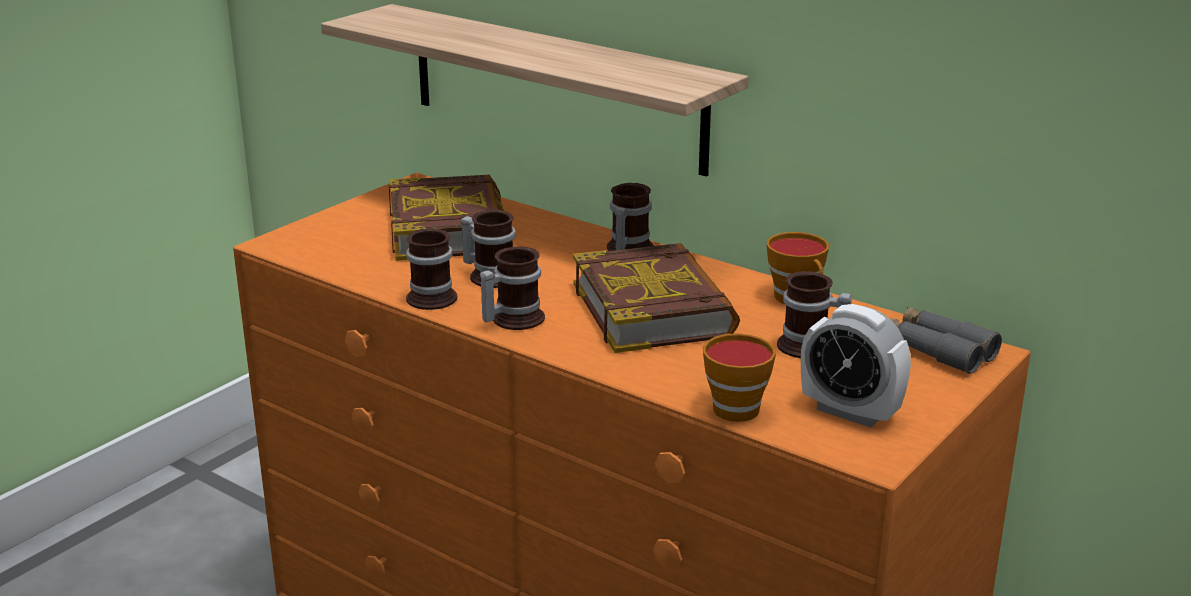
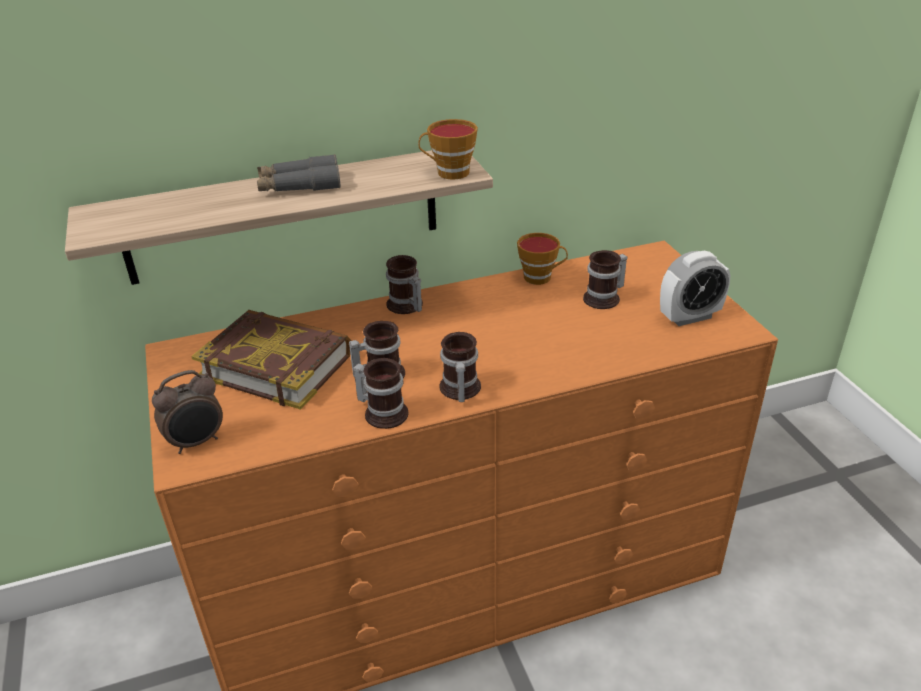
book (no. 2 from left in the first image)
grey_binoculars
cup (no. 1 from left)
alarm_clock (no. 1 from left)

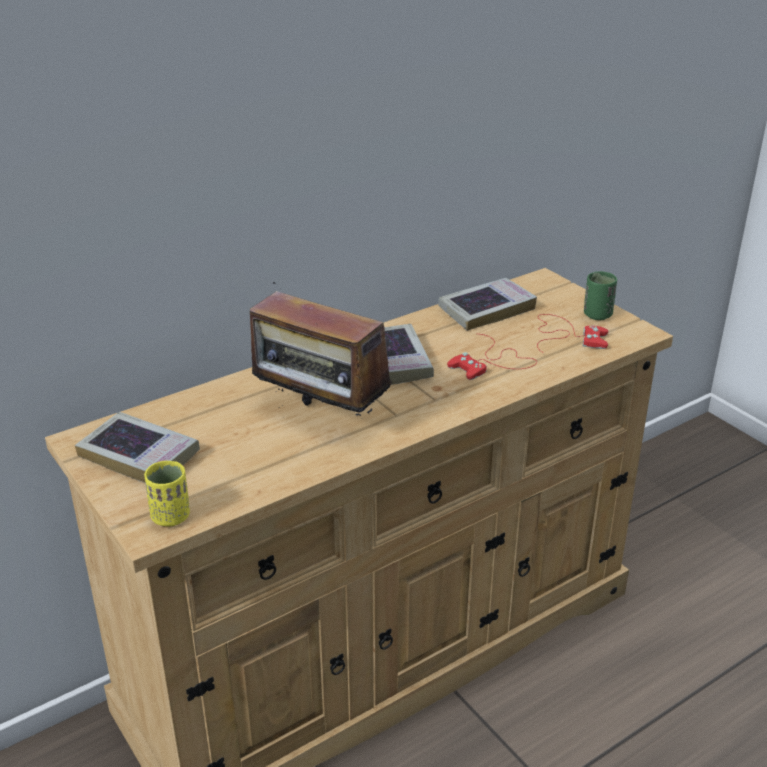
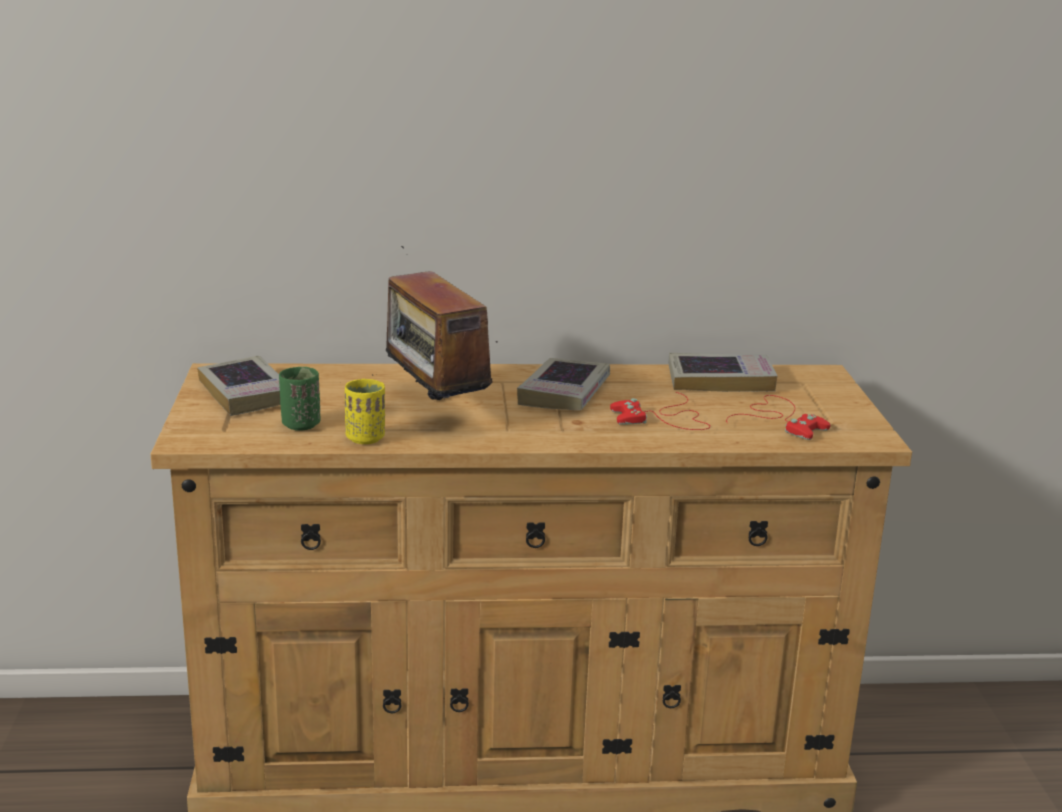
green_cup
yellow_cup

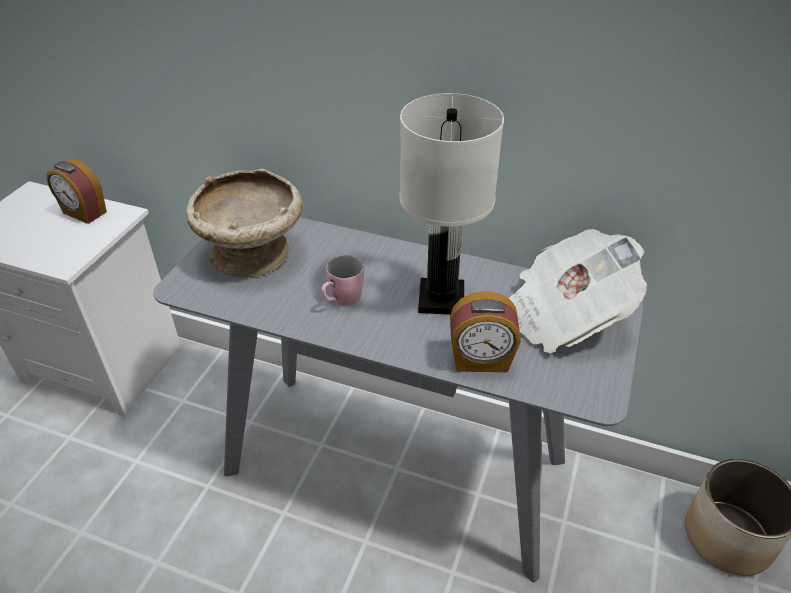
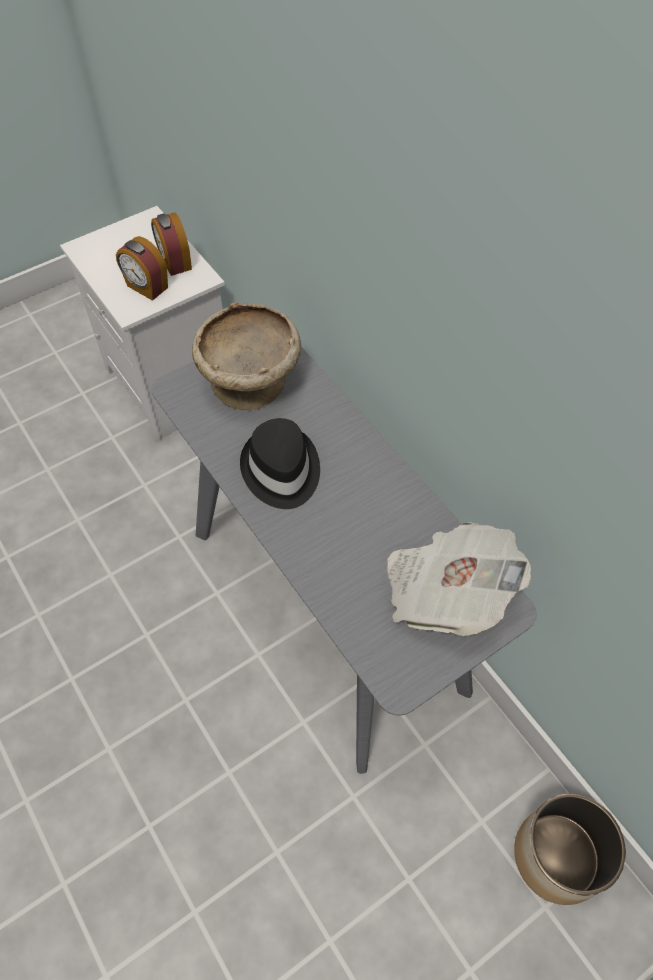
white_table_lamp
black_hat
alarm_clock (no. 1 from left)

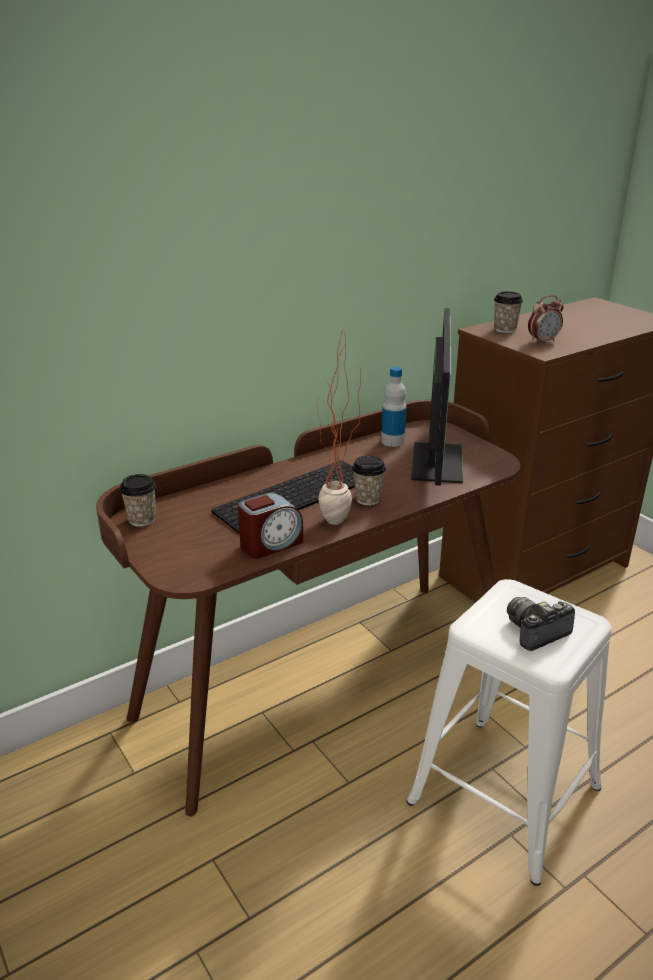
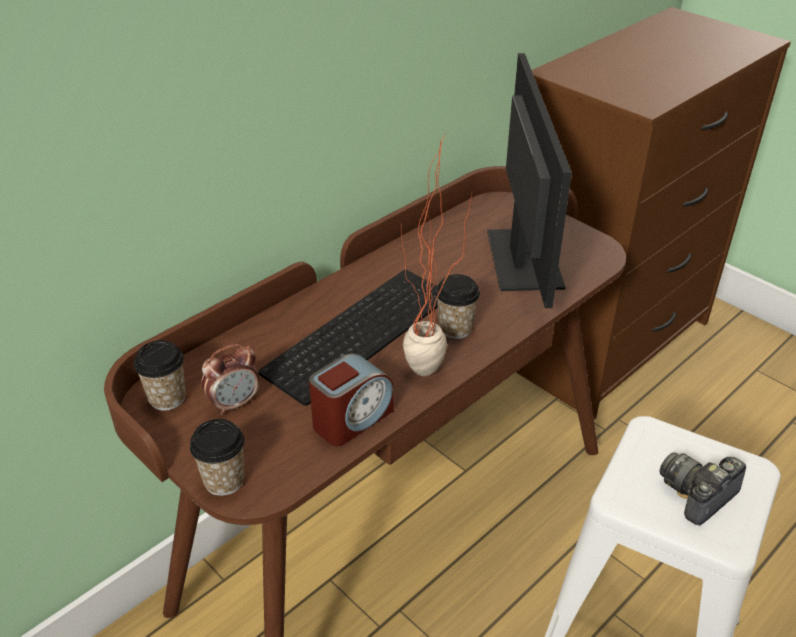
cup (no. 2 from left)
alarm_clock (no. 1 from left)
bottle

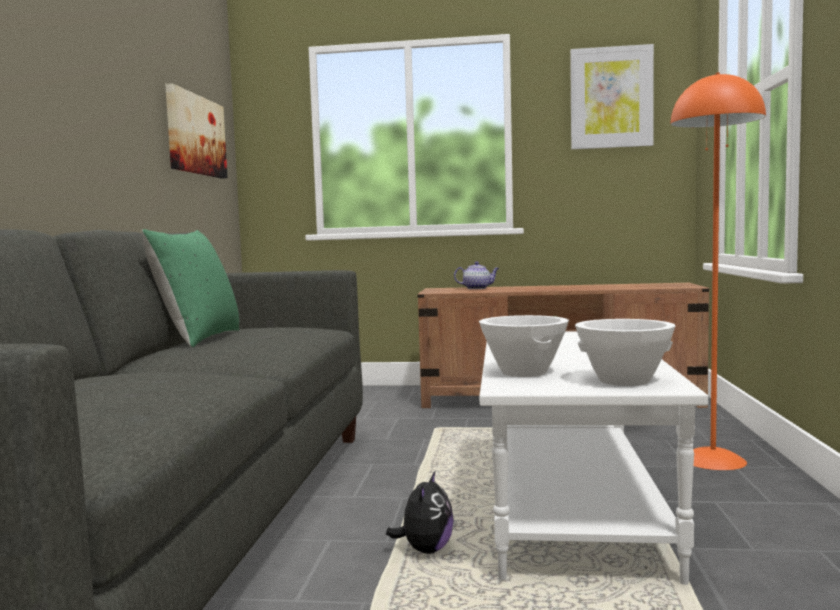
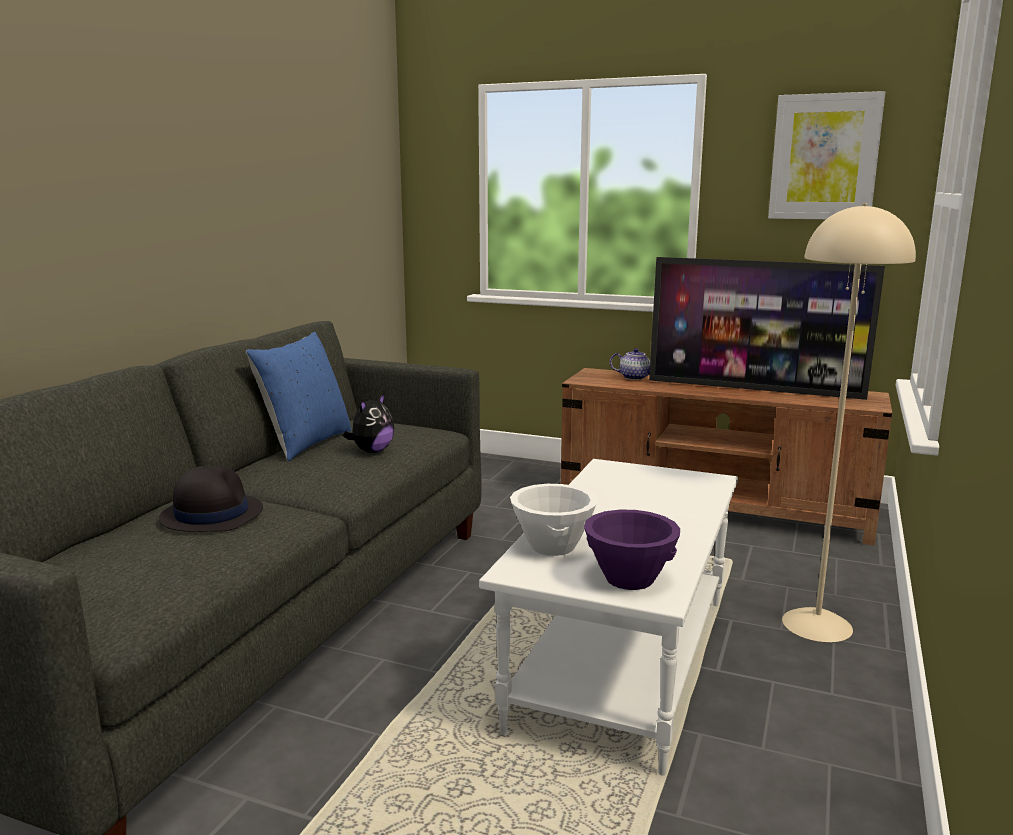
beige_floor_lamp
picture (no. 1 from left in the first image)
blue_pillow
purple_bowl
plush_toy
television
black_hat

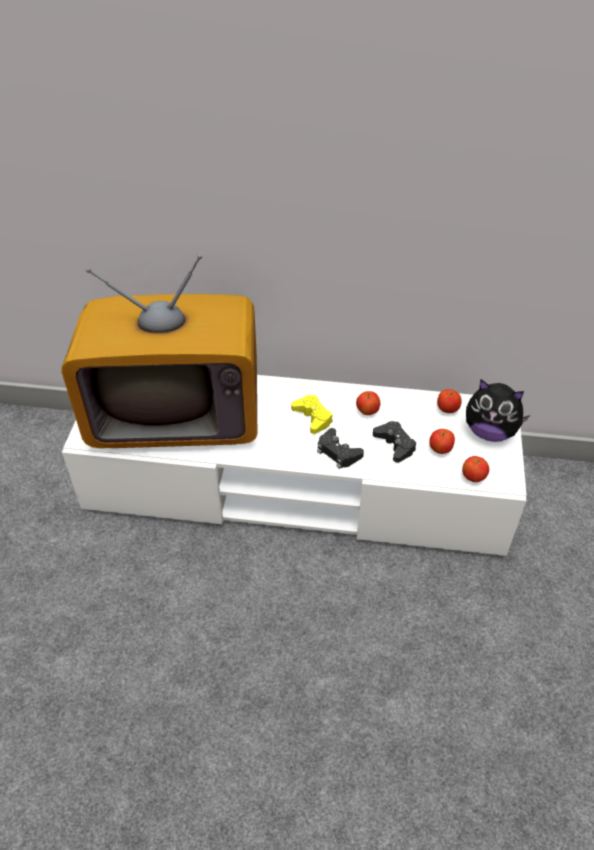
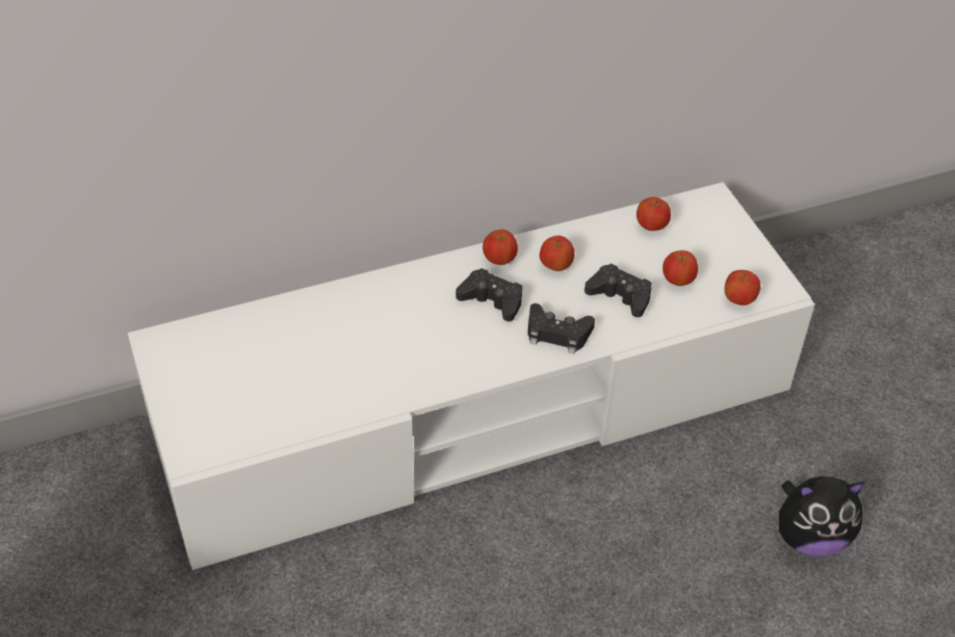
television
plush_toy
black_game_controller (no. 1 from left)
apple (no. 1 from left)

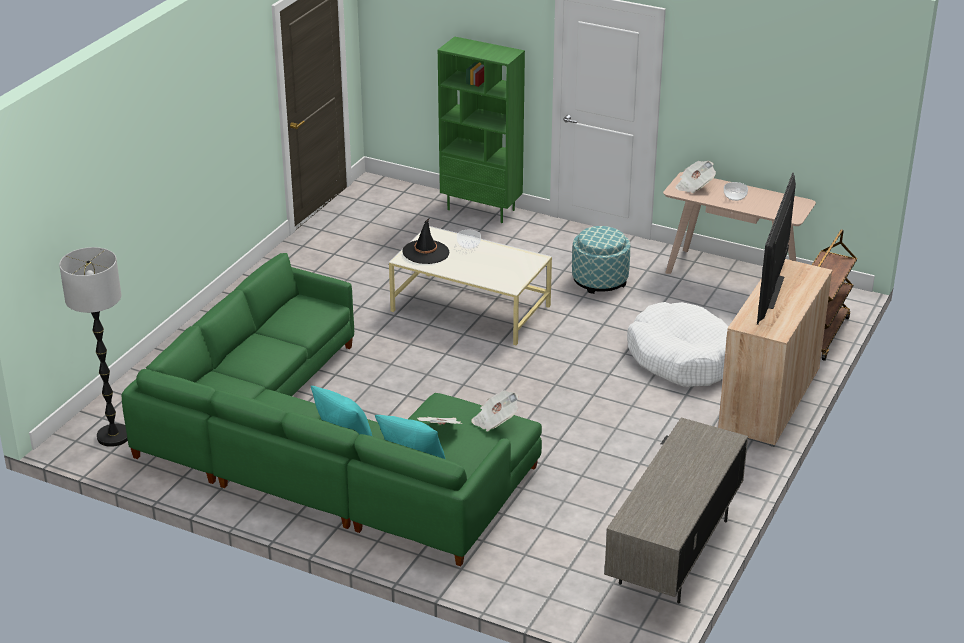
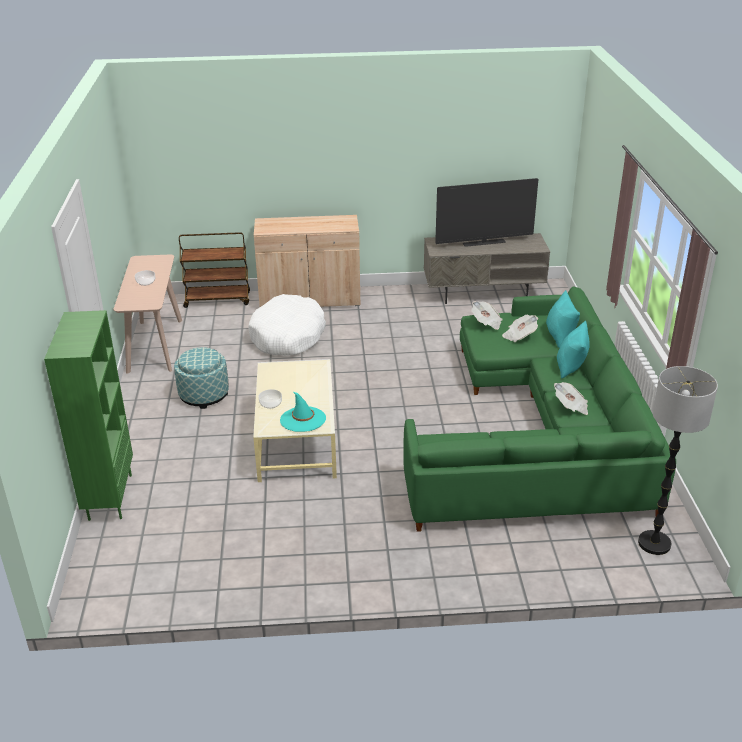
newspaper (no. 3 from left)
television
turquoise_hat

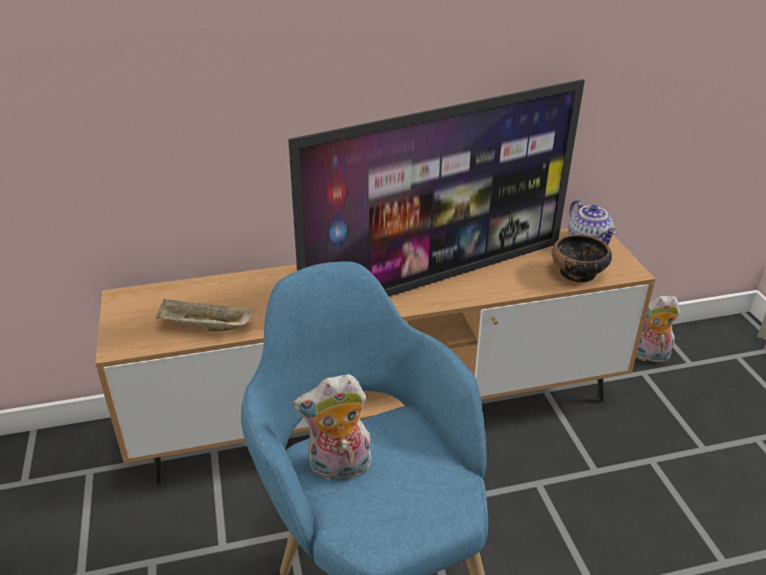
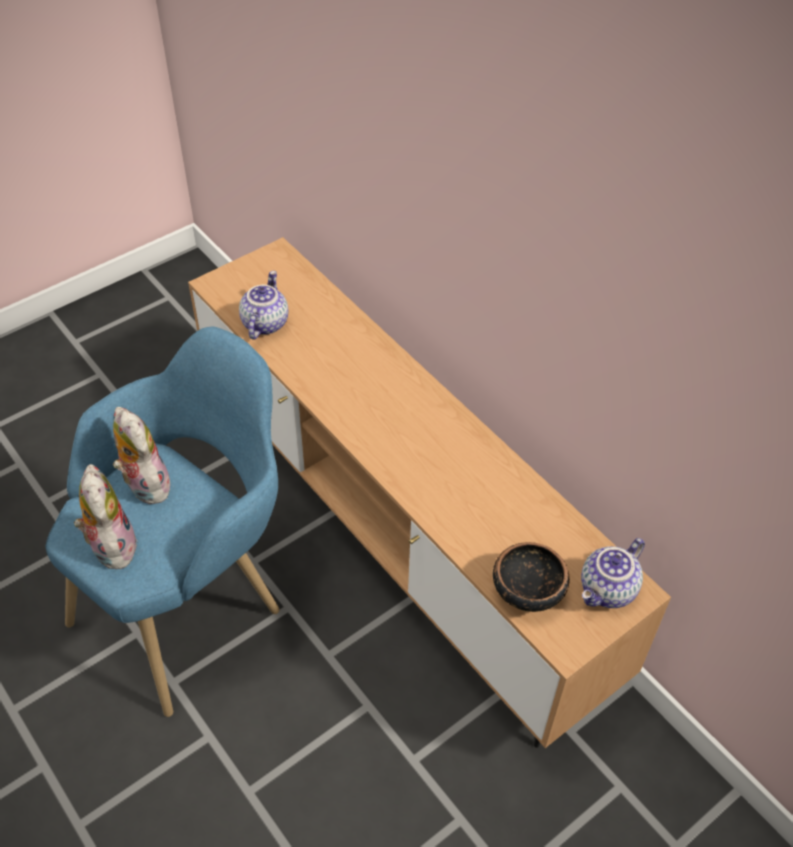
television
plush_toy (no. 1 from left)
teapot (no. 1 from left)

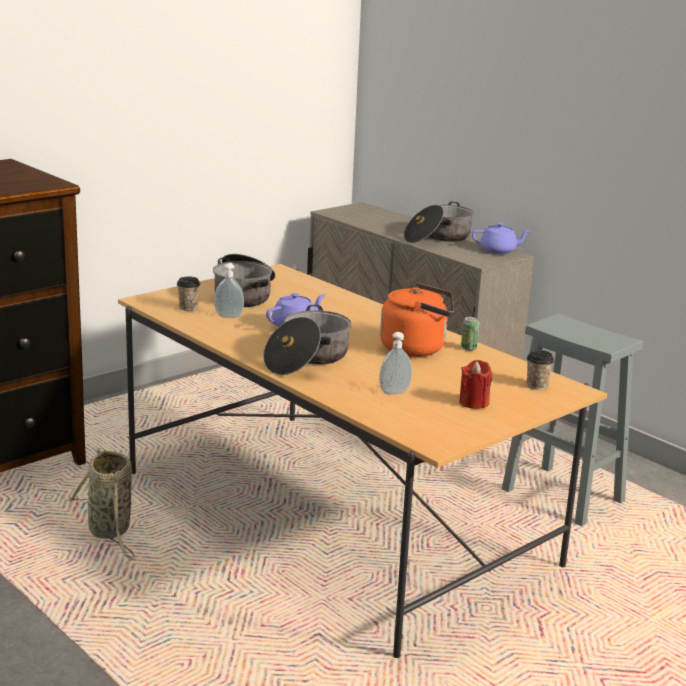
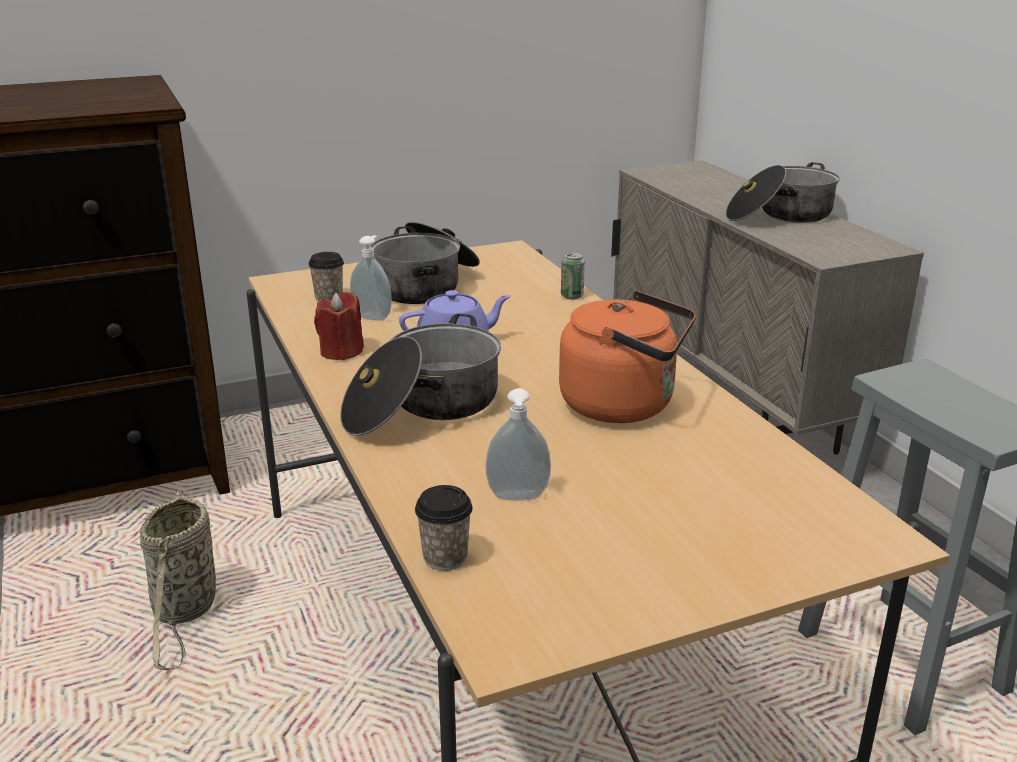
purple_teapot (no. 2 from left in the first image)
can
cup (no. 2 from left)
red_candle

